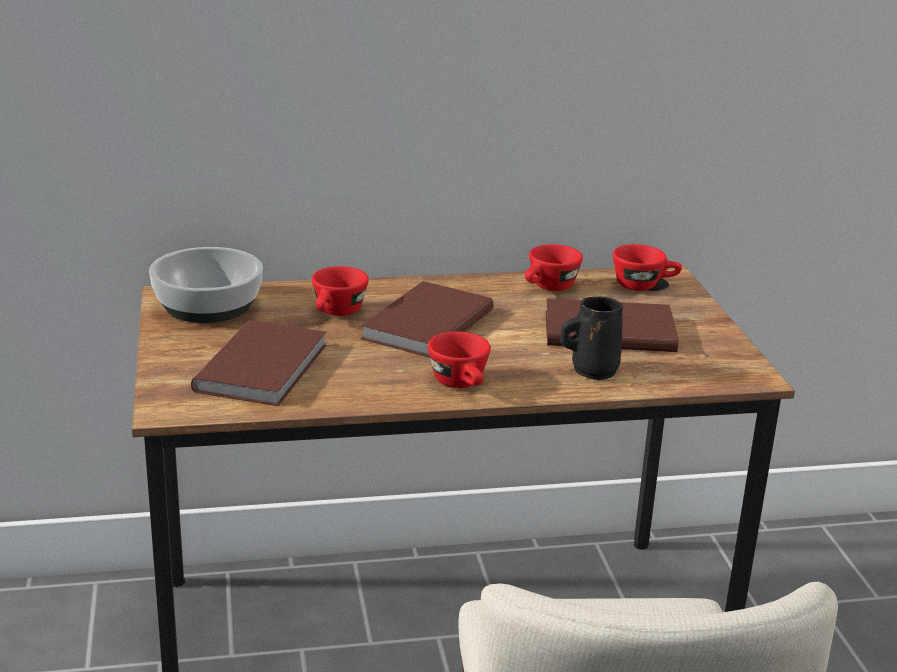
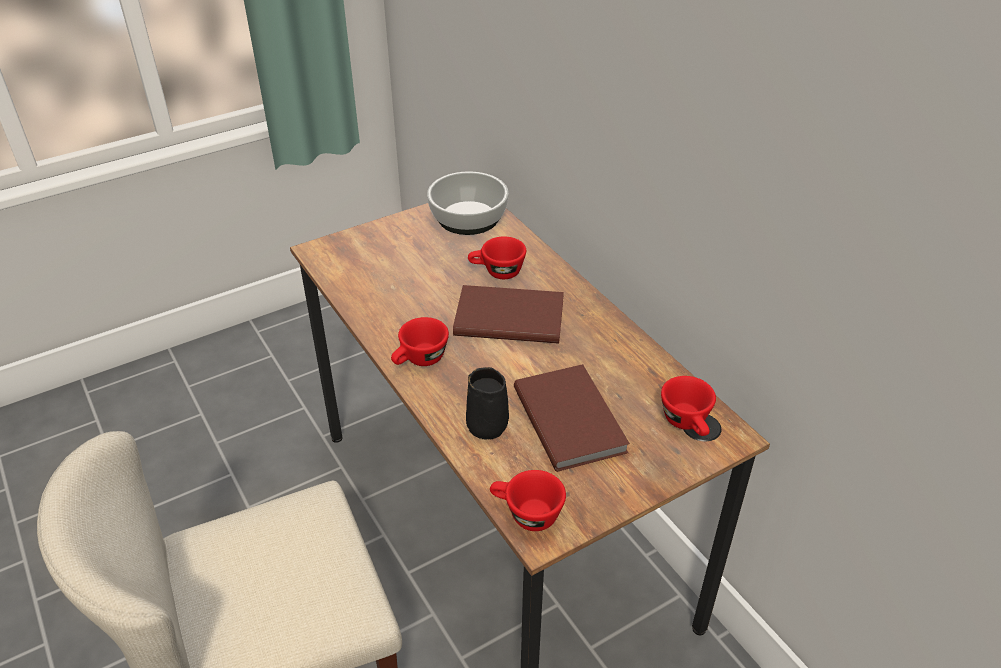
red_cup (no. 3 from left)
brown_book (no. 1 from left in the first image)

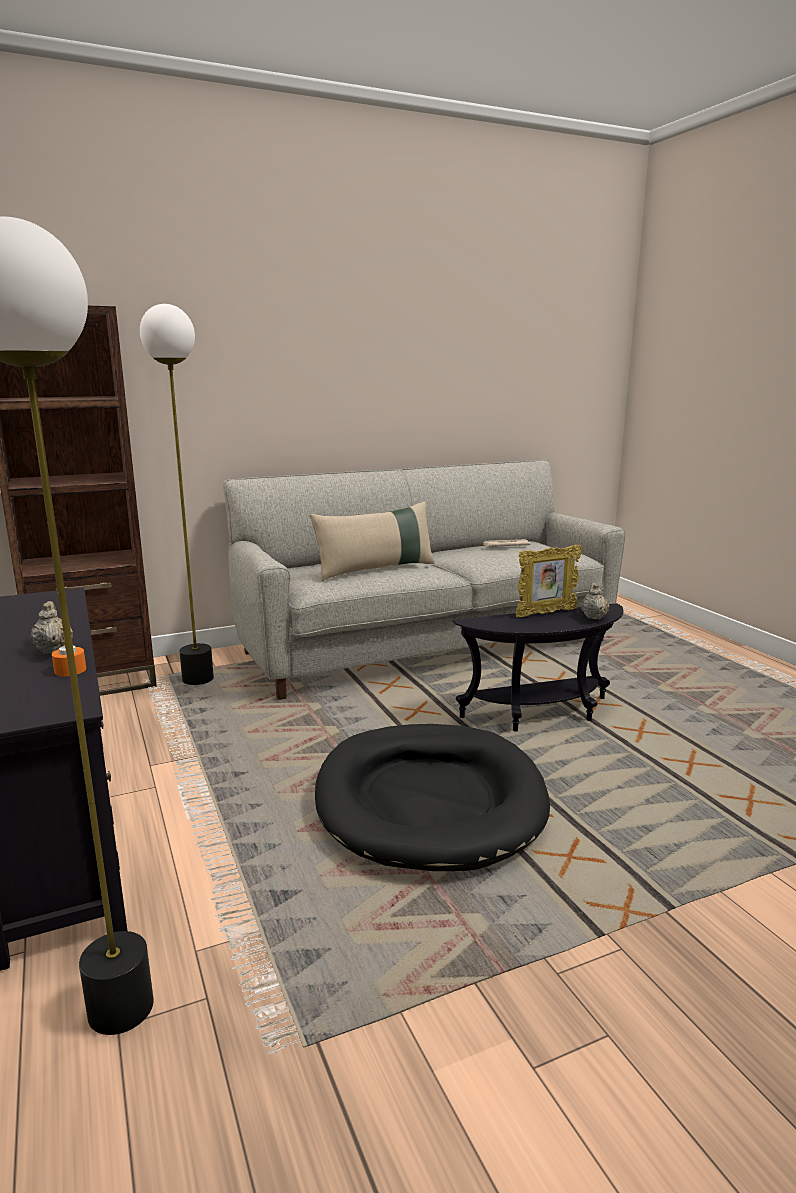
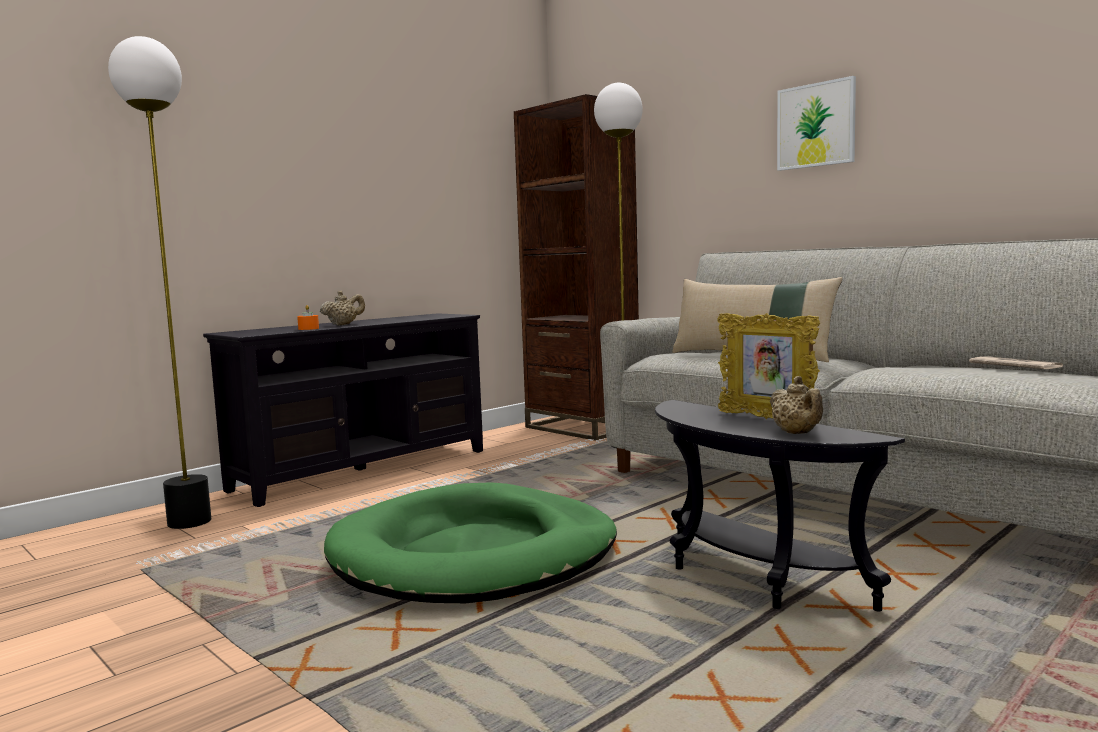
beige_teapot (no. 2 from left)
green_dog_bed
picture

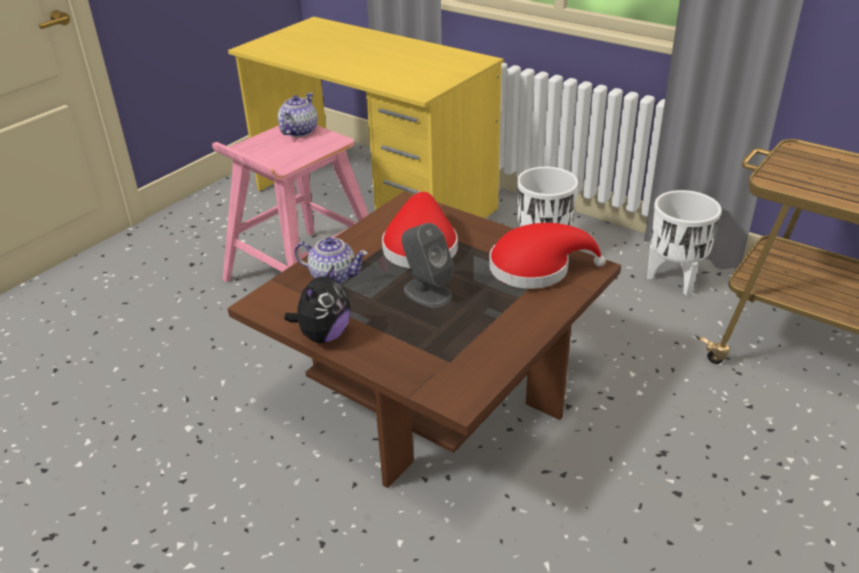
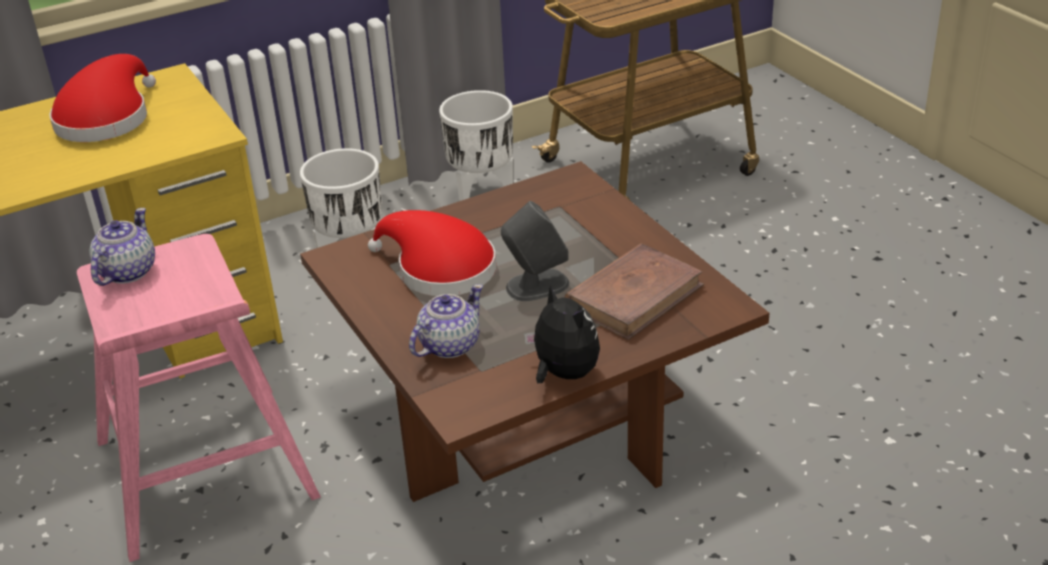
teapot (no. 1 from left)
red_hat (no. 1 from left)
brown_book

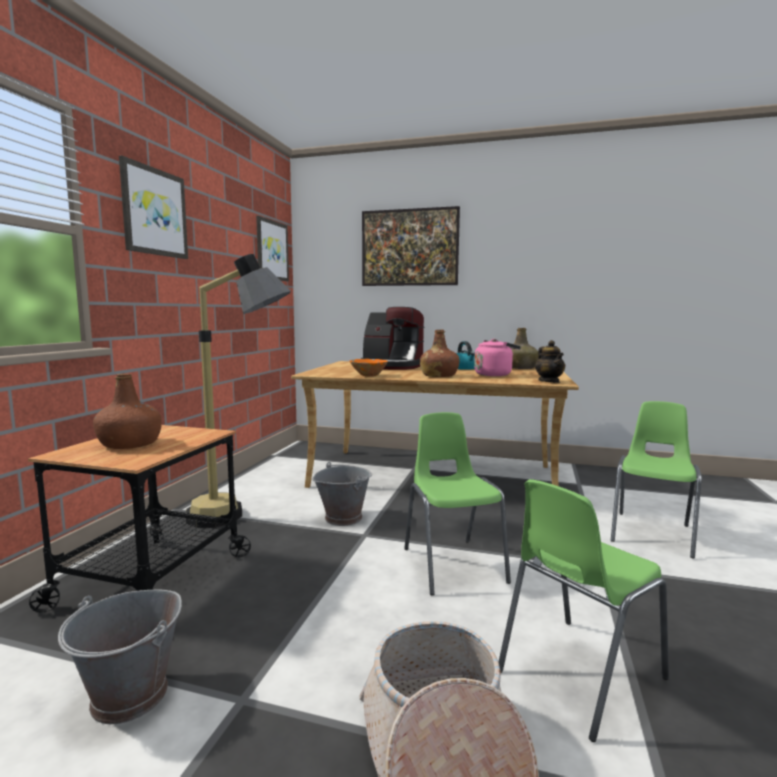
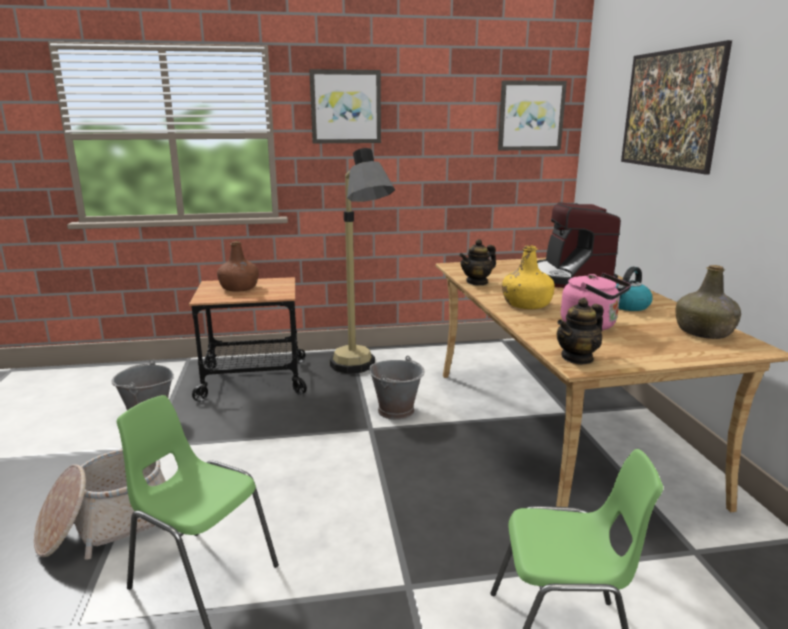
yellow_bottle
teapot (no. 1 from left)
green_chair (no. 1 from left in the first image)

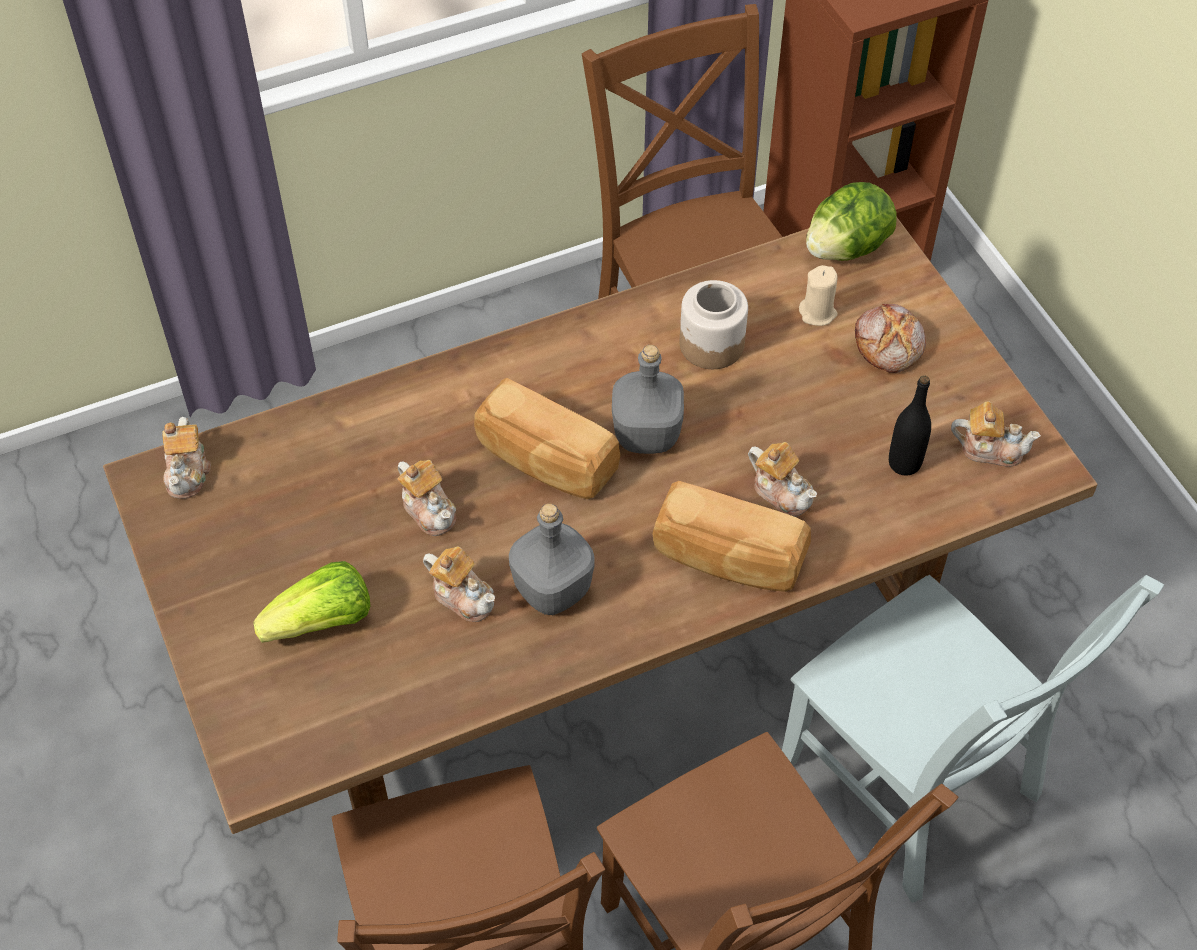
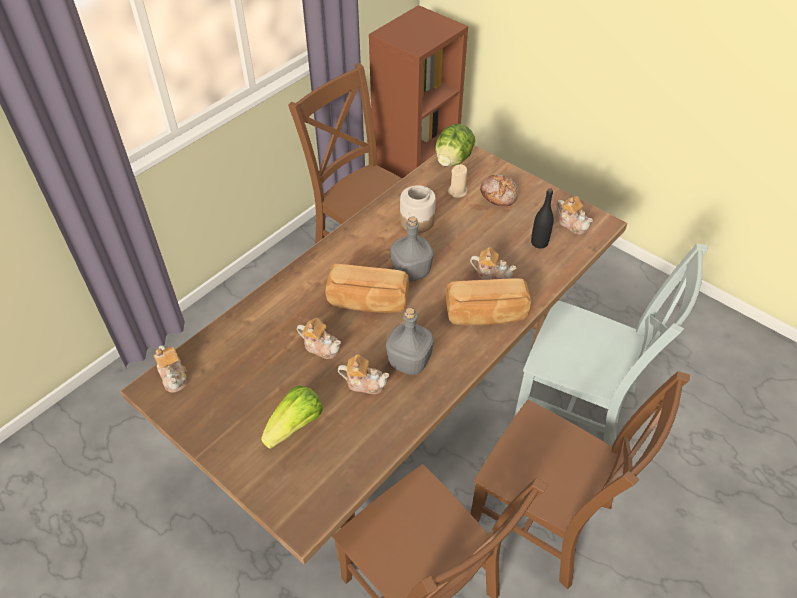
teapot (no. 5 from left)

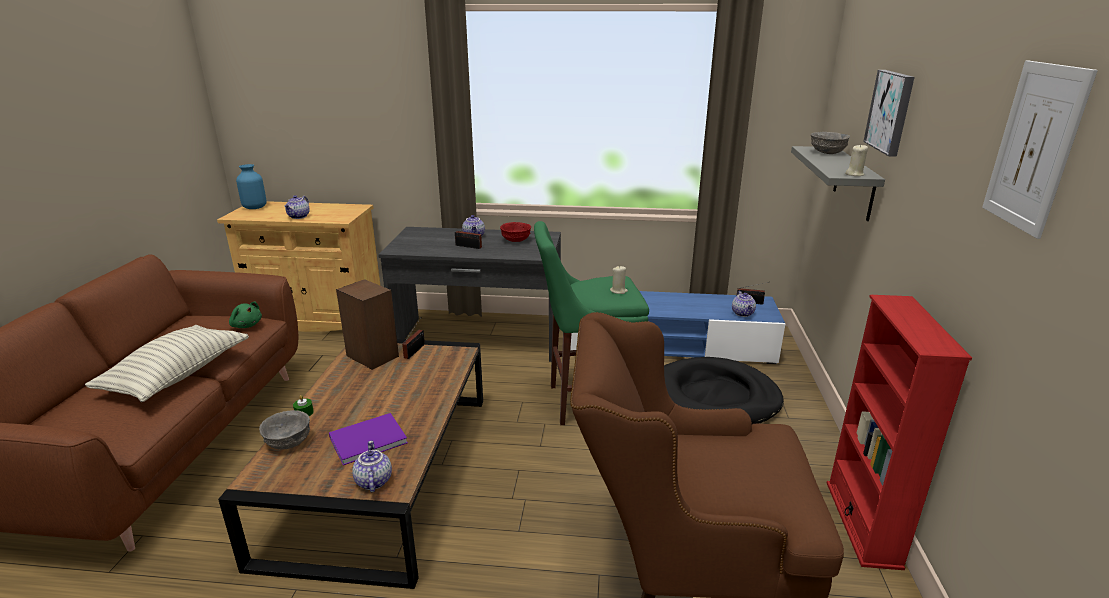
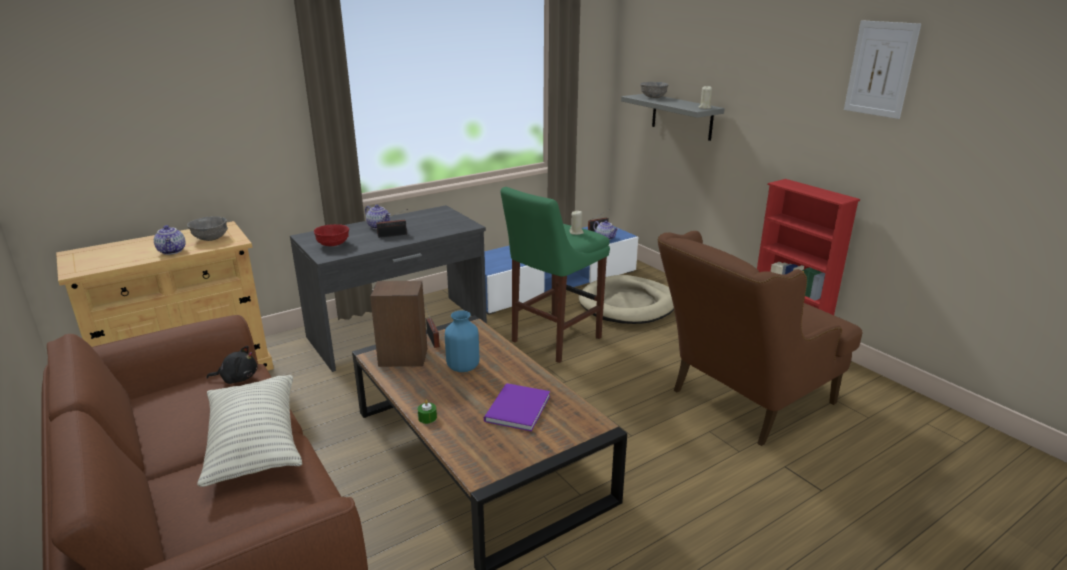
picture (no. 1 from left in the first image)
blue_vase
red_bowl
black_plush_toy
beige_dog_bed
grey_bowl (no. 1 from left)
teapot (no. 2 from left in the first image)

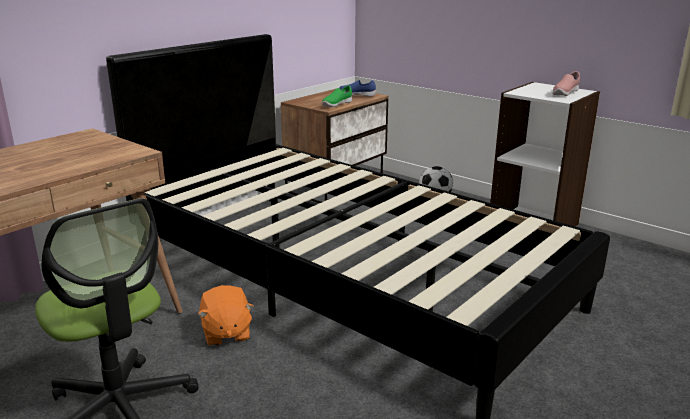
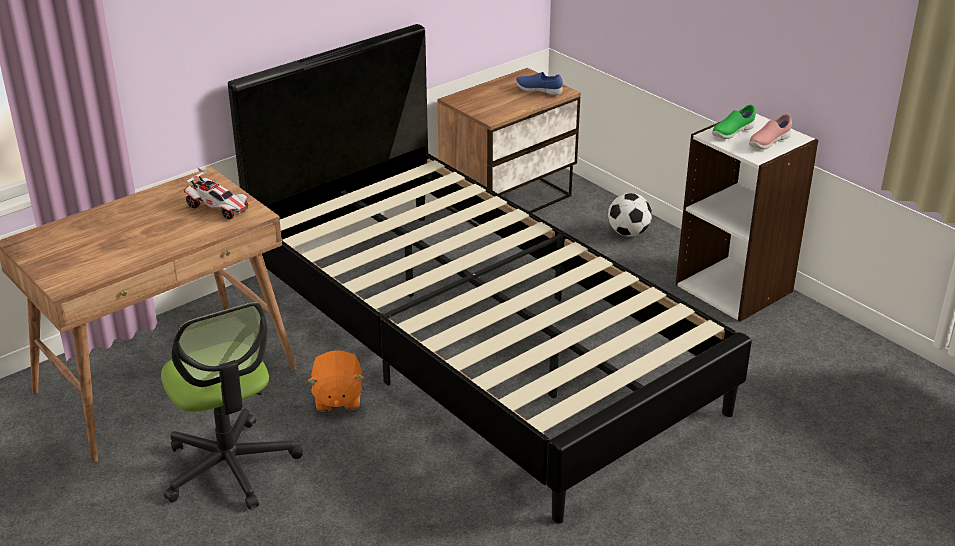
green_shoe
toy_car

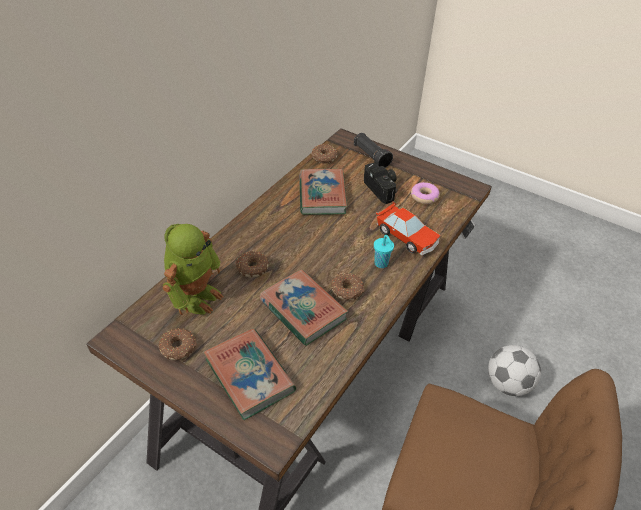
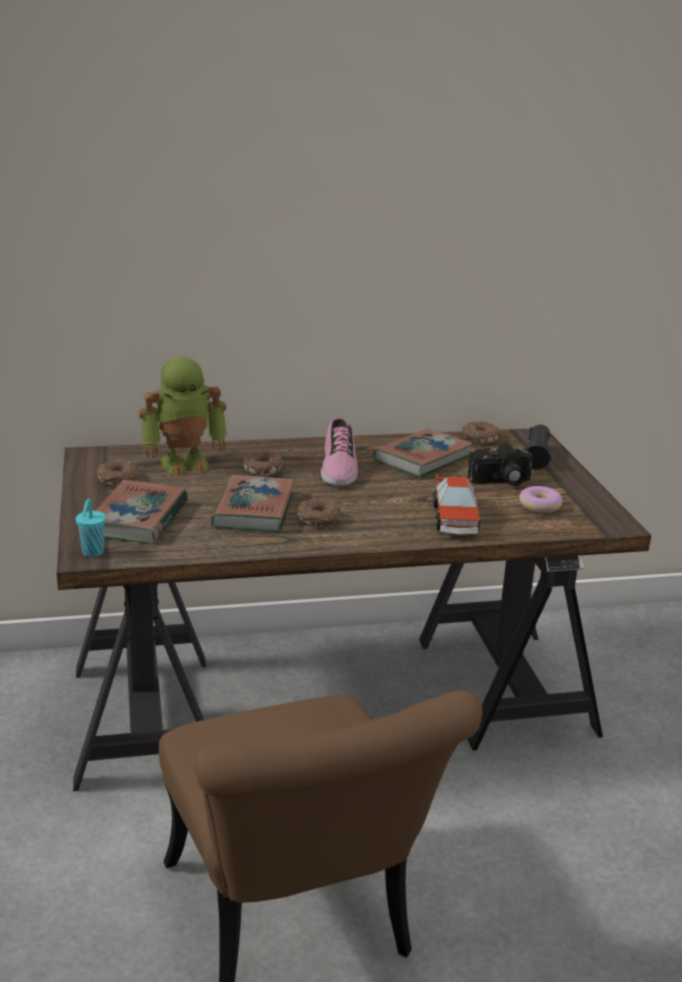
photo_camera
turquoise_cup
football
shoe

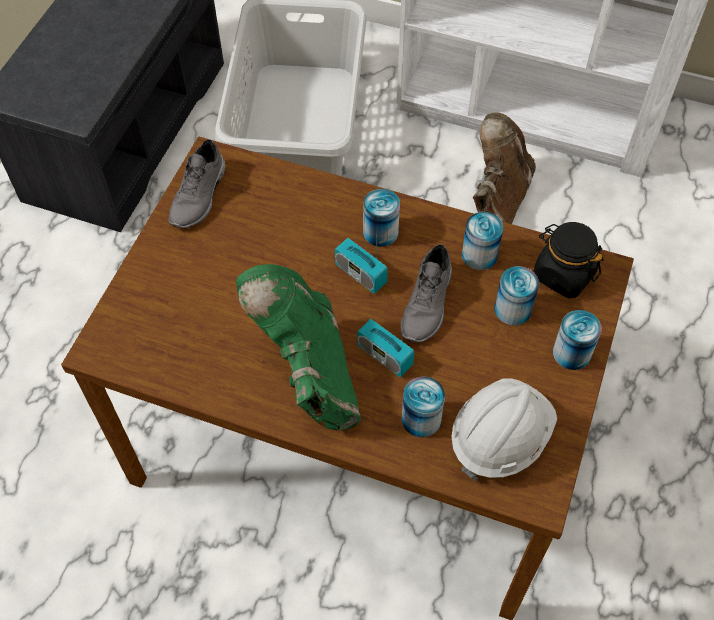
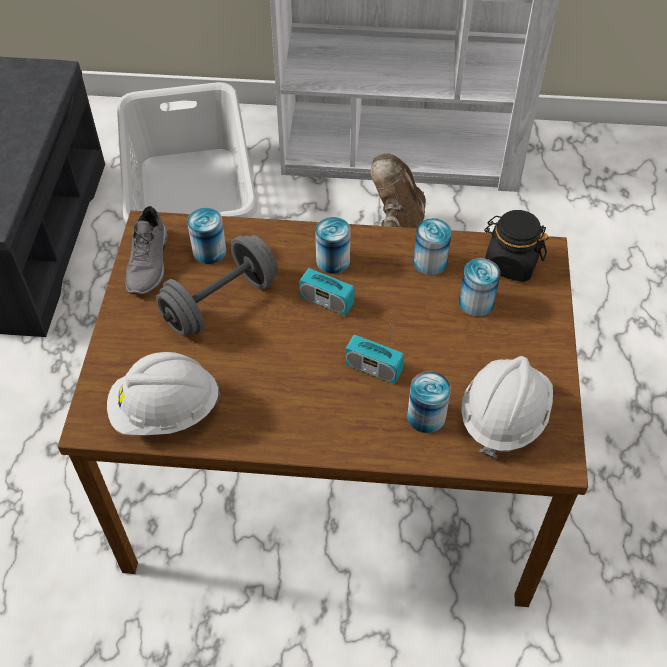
grey_shoe (no. 2 from left in the first image)
green_boot
can (no. 1 from left)
grey_dumbbell
white_hard_hat (no. 1 from left)

